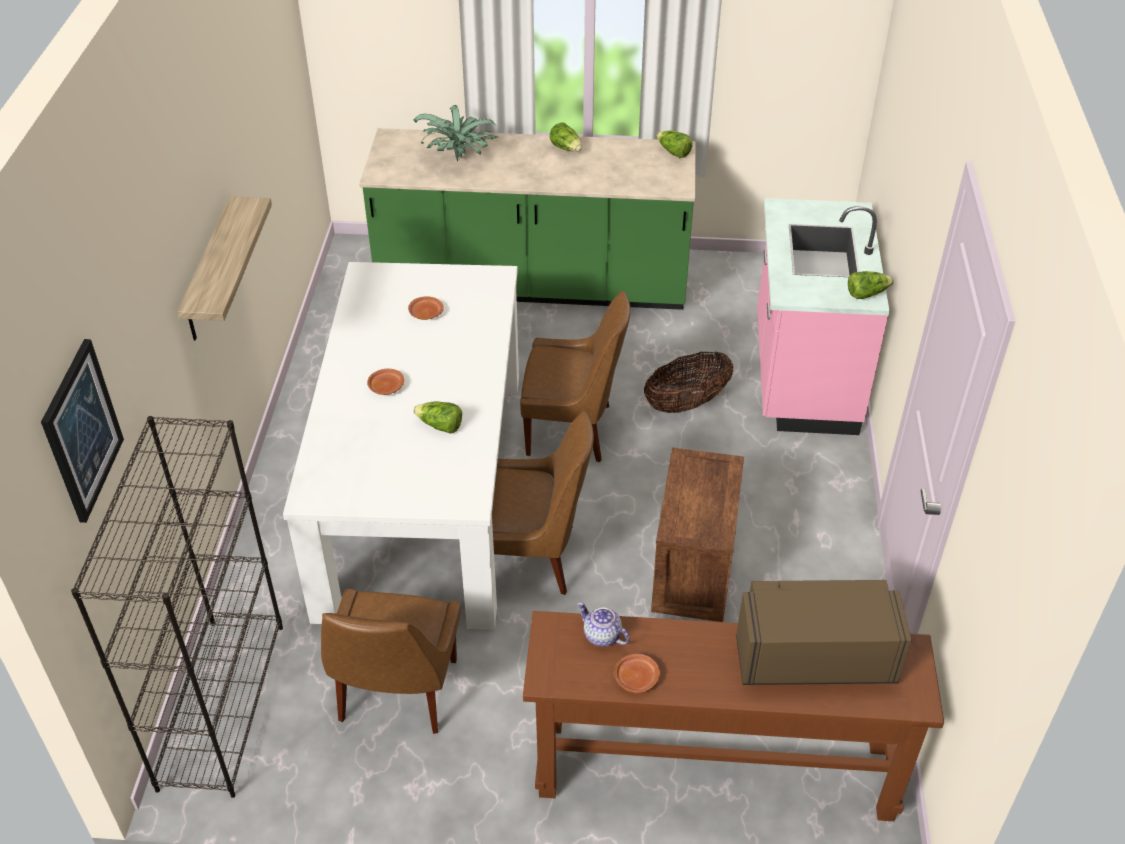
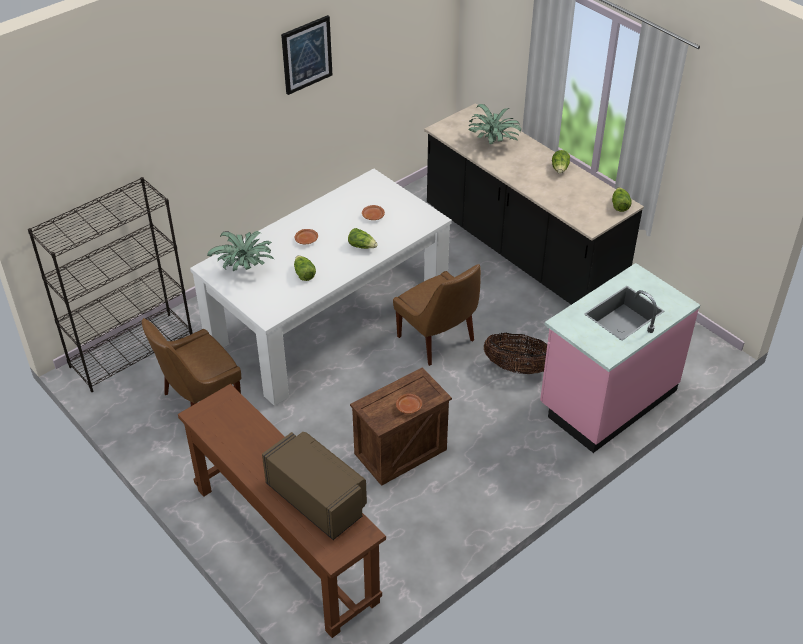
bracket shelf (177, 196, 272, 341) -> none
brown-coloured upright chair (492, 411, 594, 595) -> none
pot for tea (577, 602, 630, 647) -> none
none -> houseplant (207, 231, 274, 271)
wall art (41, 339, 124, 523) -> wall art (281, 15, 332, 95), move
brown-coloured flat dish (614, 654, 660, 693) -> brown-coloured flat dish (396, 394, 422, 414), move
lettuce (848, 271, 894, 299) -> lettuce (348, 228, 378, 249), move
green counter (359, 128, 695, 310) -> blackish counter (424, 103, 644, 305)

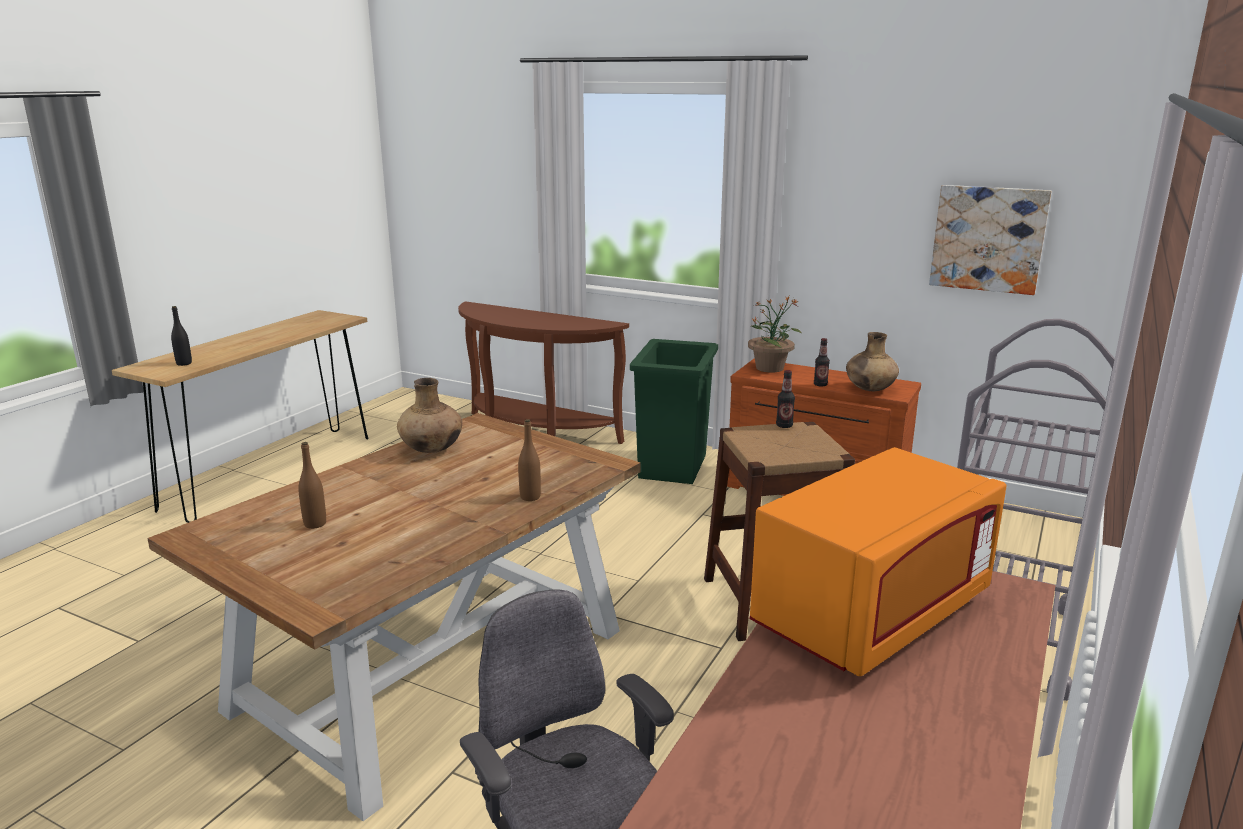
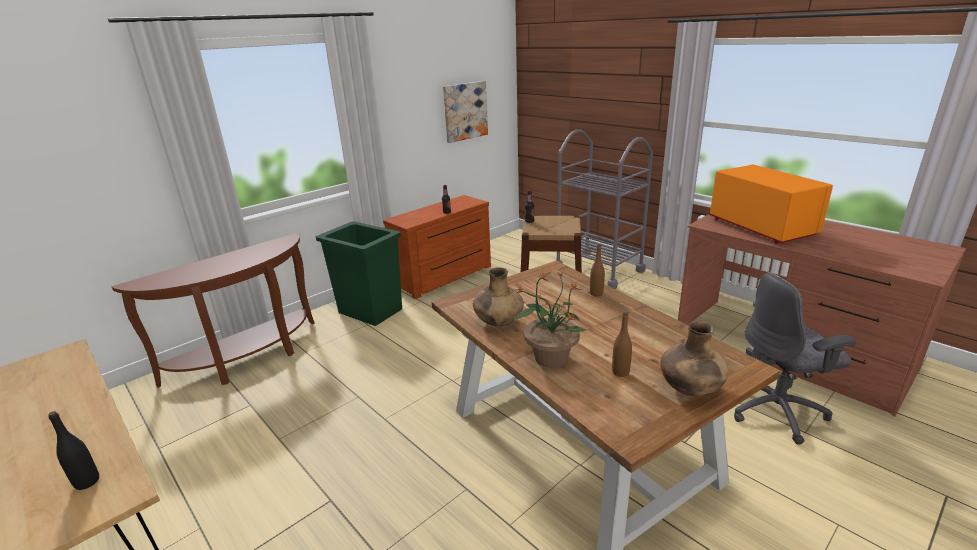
houseplant (748, 296, 802, 373) -> houseplant (513, 272, 586, 368), move
brown-coloured decorative vase (846, 332, 899, 391) -> brown-coloured decorative vase (661, 322, 729, 396), move

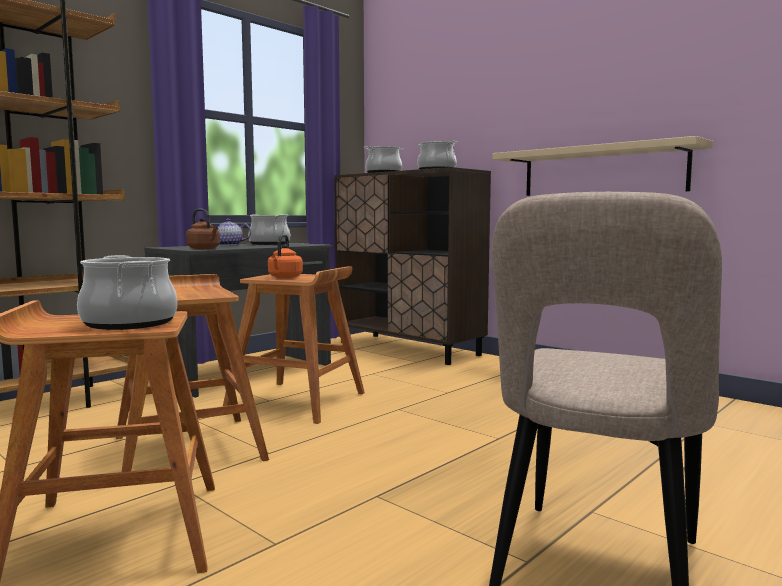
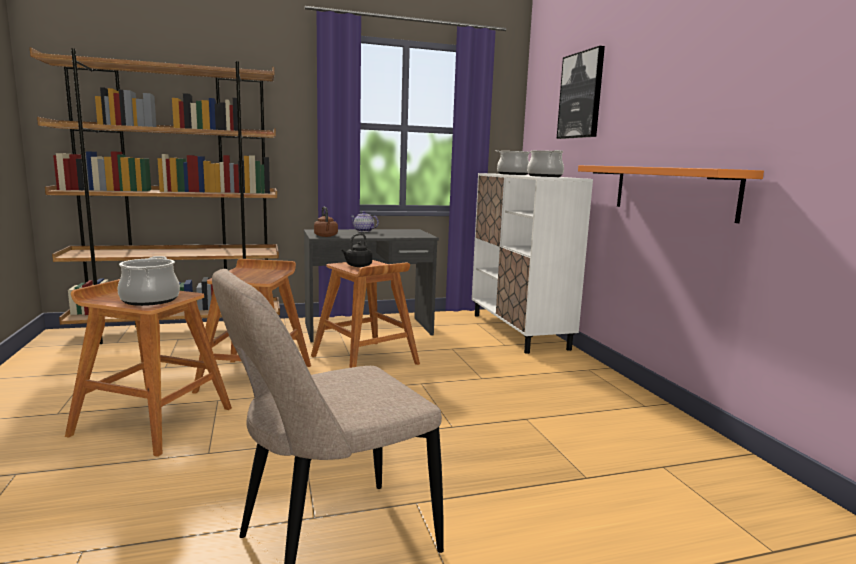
cooking pot (248, 214, 290, 245) -> none
none -> wall art (557, 46, 605, 139)
orange-coloured kettle (268, 235, 303, 278) -> blackish kettle (341, 233, 372, 267)
brown-coloured cupboard (334, 167, 491, 365) -> white-coloured cupboard (472, 173, 593, 354)
beige bracket shelf (492, 136, 713, 196) -> orange-coloured bracket shelf (578, 165, 764, 223)

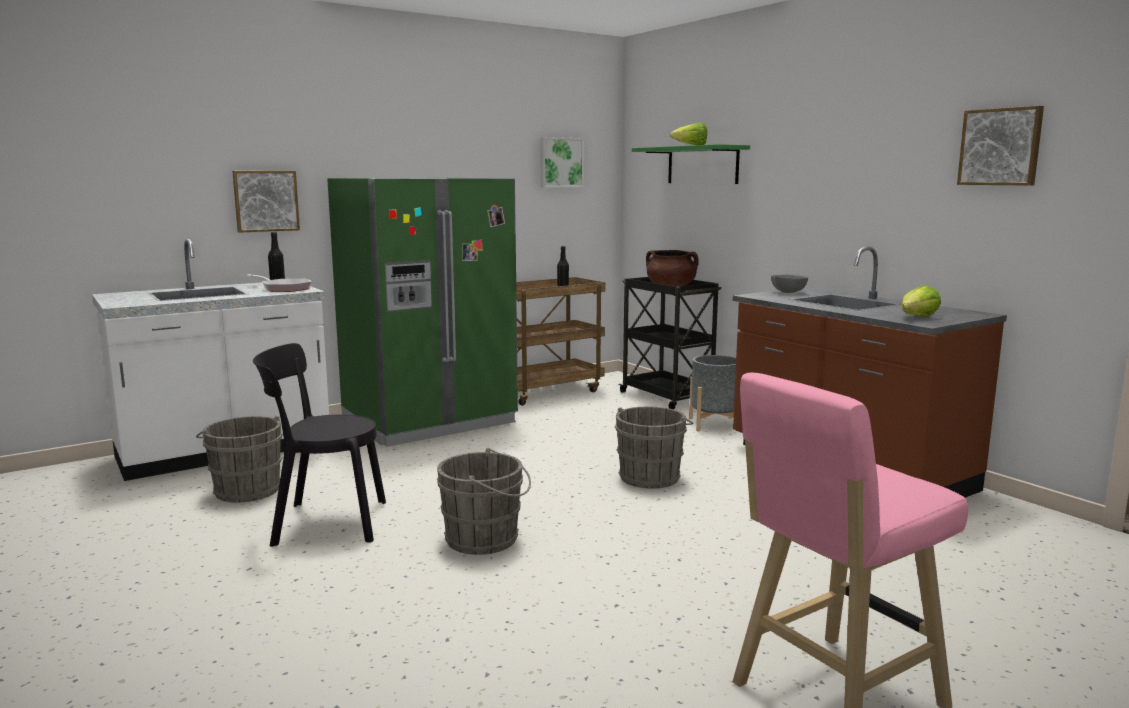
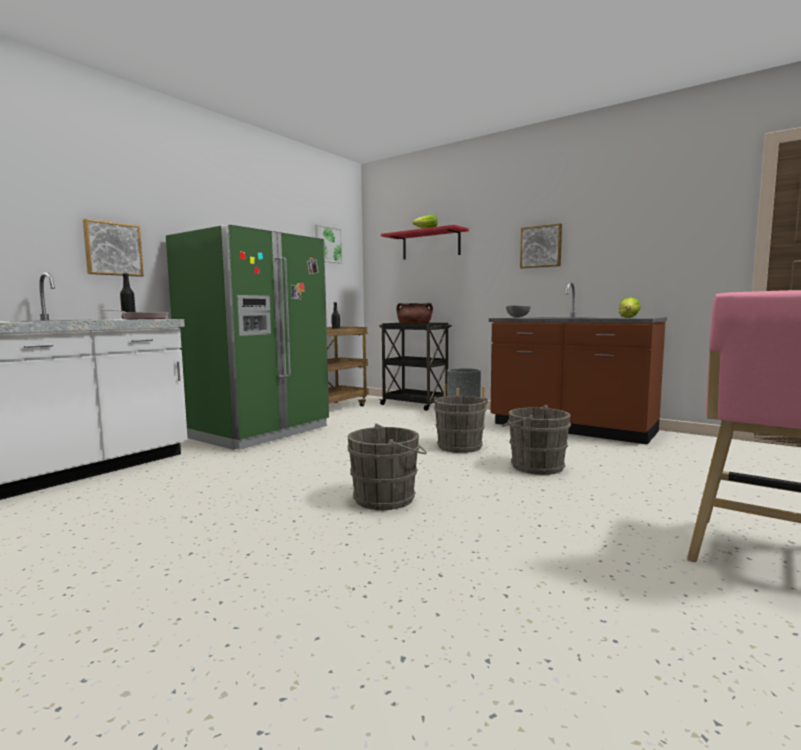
blackish upright chair (253, 343, 386, 547) -> none
greyish pail (196, 416, 283, 503) -> greyish pail (502, 405, 571, 475), move
wall art (957, 106, 1044, 186) -> wall art (520, 224, 562, 268), move
green bracket shelf (632, 144, 750, 184) -> red bracket shelf (381, 225, 469, 260)

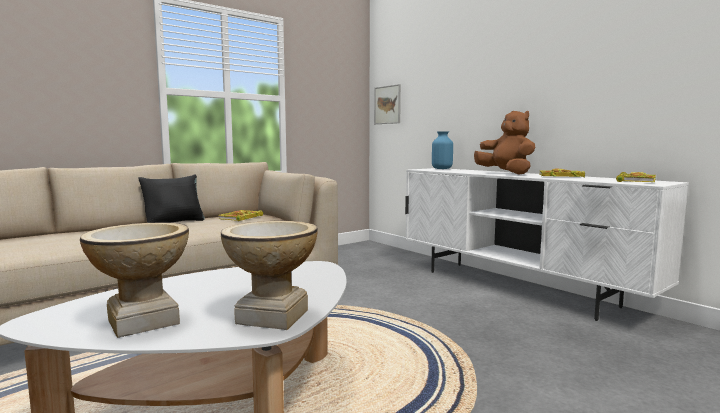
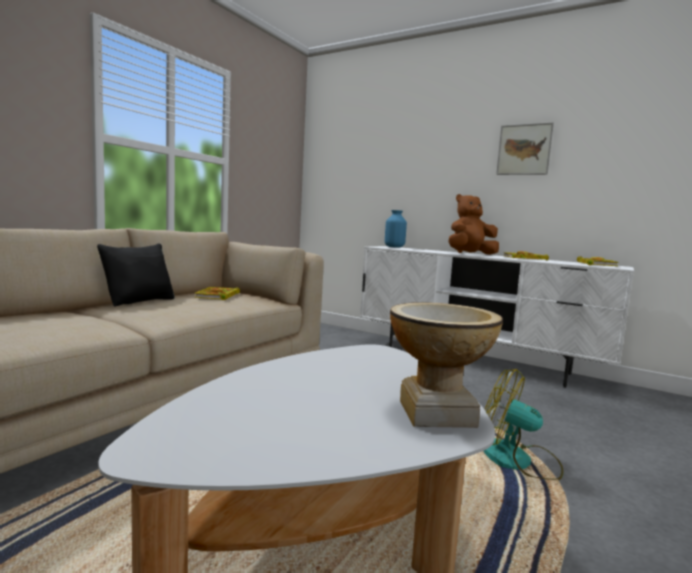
decorative vase (80, 223, 189, 338) -> none
none -> electric fan (483, 369, 564, 480)
wall art (374, 84, 401, 124) -> wall art (496, 122, 554, 175), move
brown-coloured plush toy (474, 111, 535, 175) -> brown-coloured plush toy (448, 194, 499, 255), 60 degrees counterclockwise

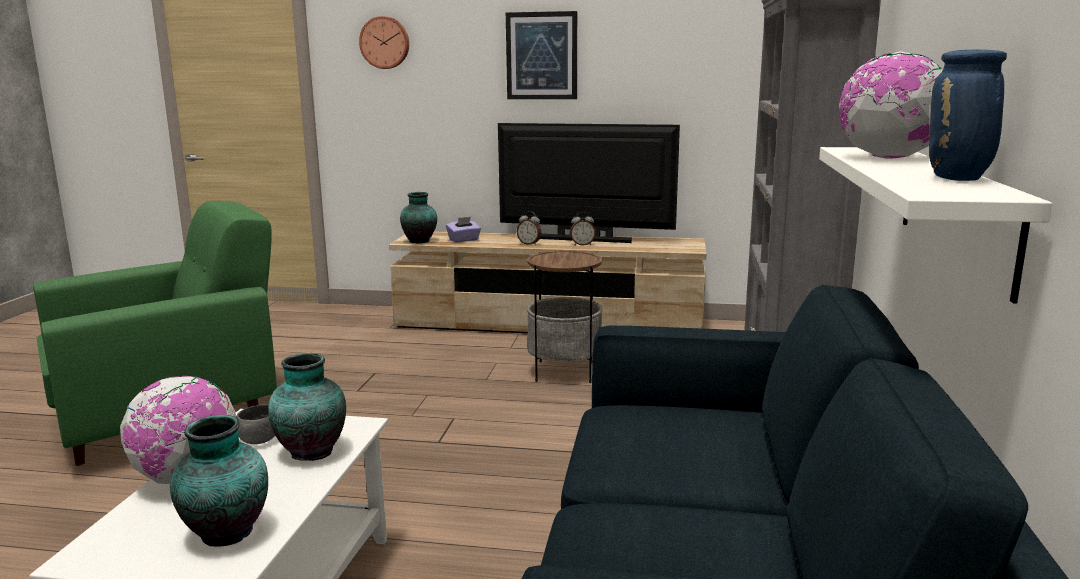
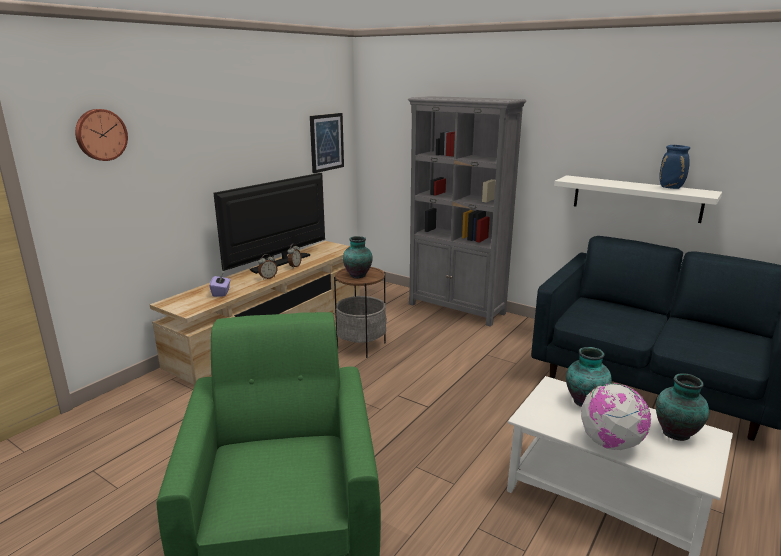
greyish bowl (236, 404, 275, 444) -> none
desk globe (839, 51, 943, 159) -> none
decorative vase (400, 192, 437, 243) -> decorative vase (343, 236, 373, 278), move
wall art (506, 11, 577, 99) -> wall art (310, 113, 344, 173), move

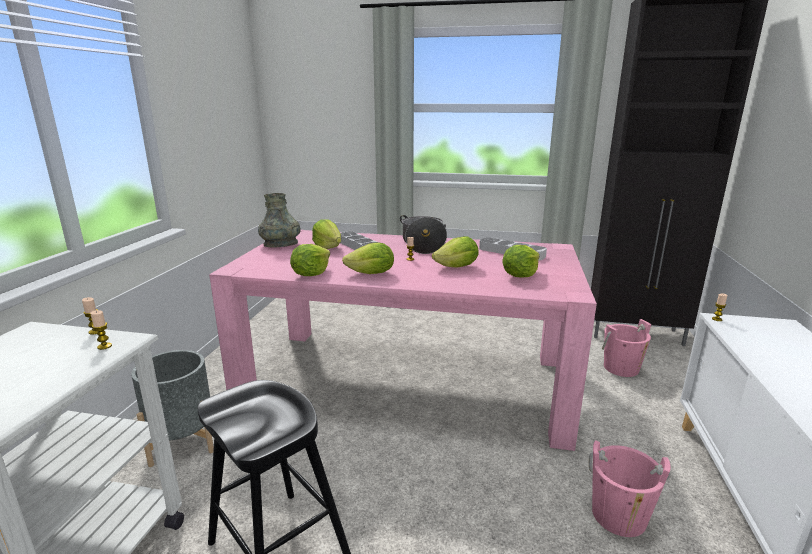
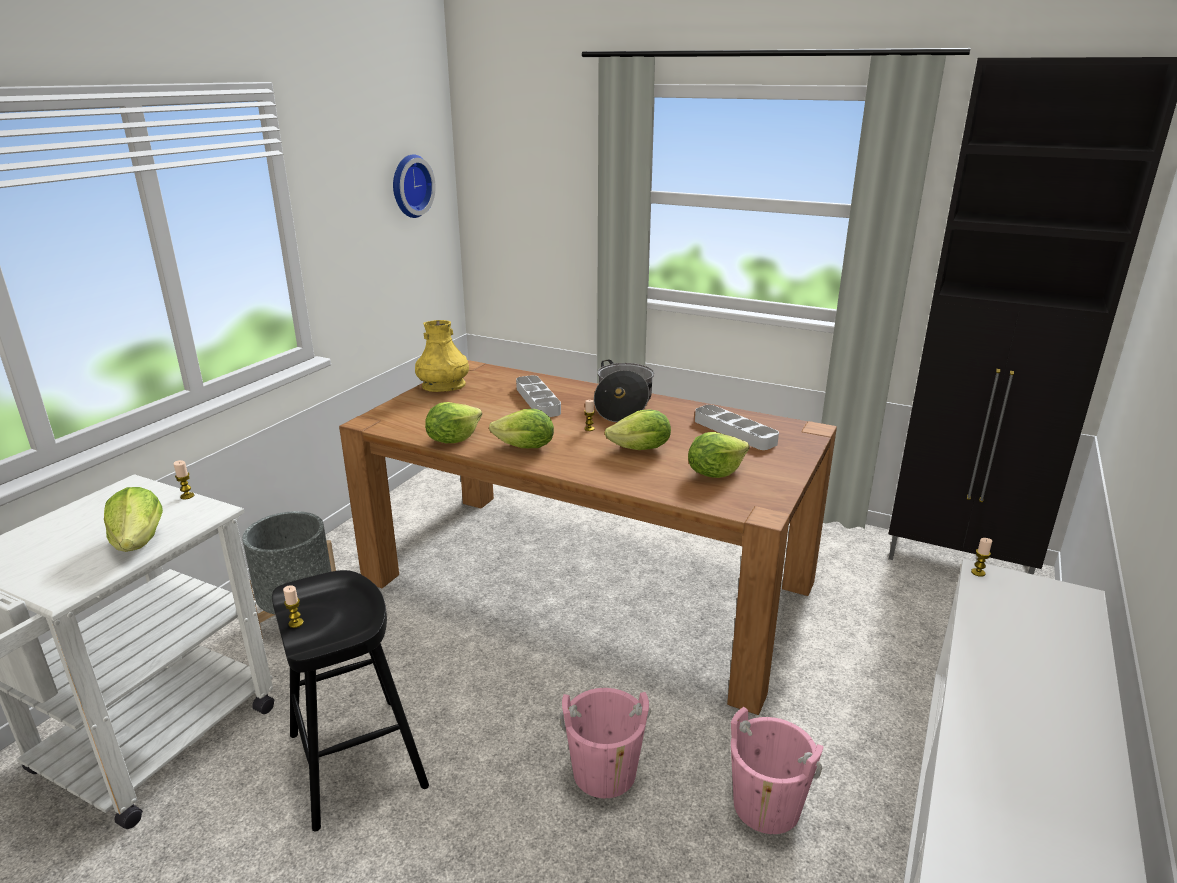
none -> hanging clock (393, 154, 435, 218)
wax candle (90, 310, 112, 350) -> wax candle (283, 585, 304, 628), move
lettuce (312, 219, 341, 249) -> lettuce (104, 487, 163, 552), move
pink pail (602, 319, 651, 377) -> pink pail (559, 688, 651, 798), move
pink dinner table (209, 230, 597, 451) -> brown-coloured dinner table (339, 360, 837, 715)
greyish decorative vase (258, 193, 301, 248) -> yellow-coloured decorative vase (415, 320, 469, 392)

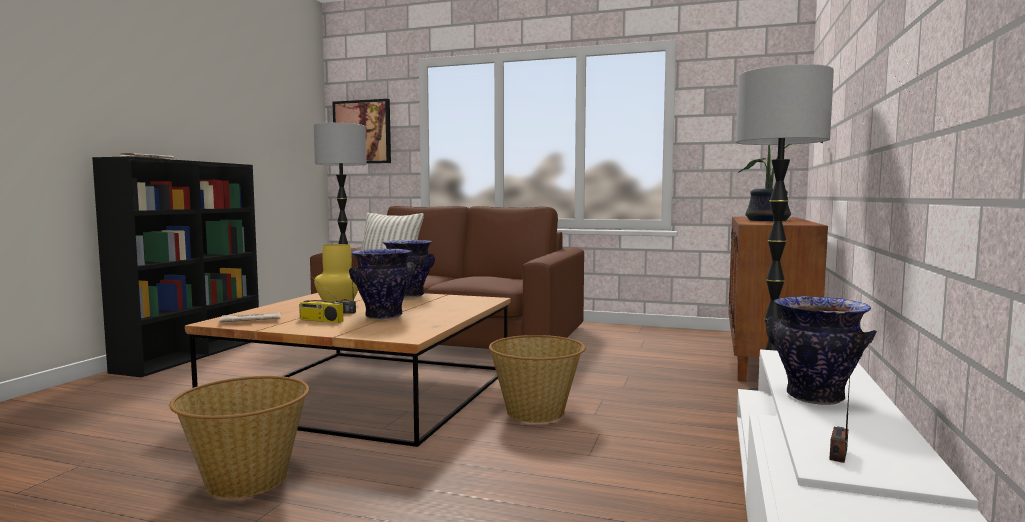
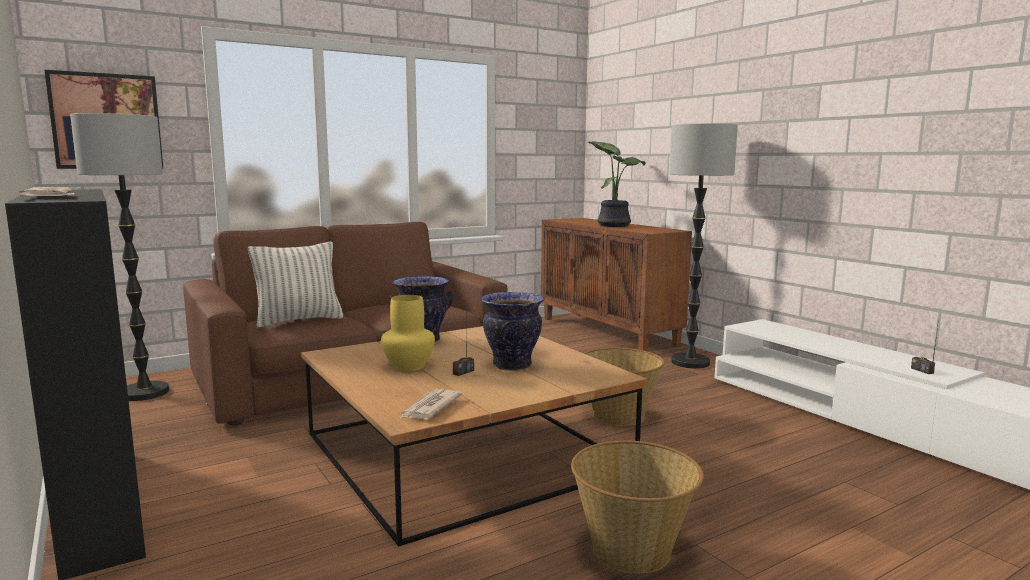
radio (299, 275, 343, 323) -> none
decorative vase (766, 296, 877, 405) -> none

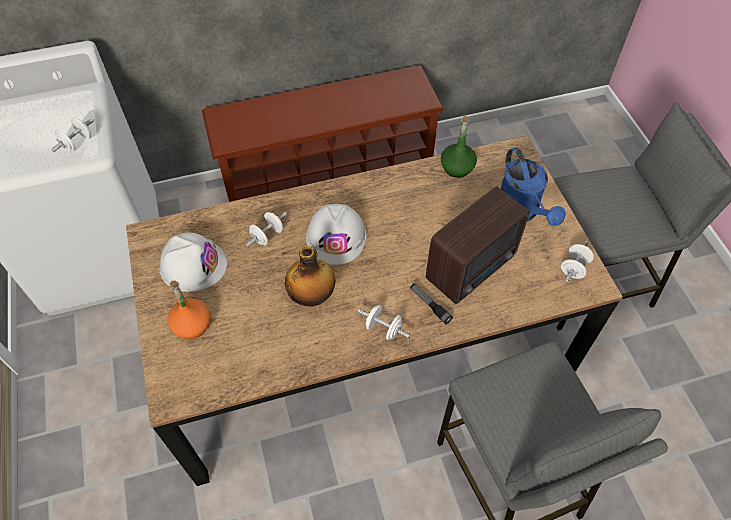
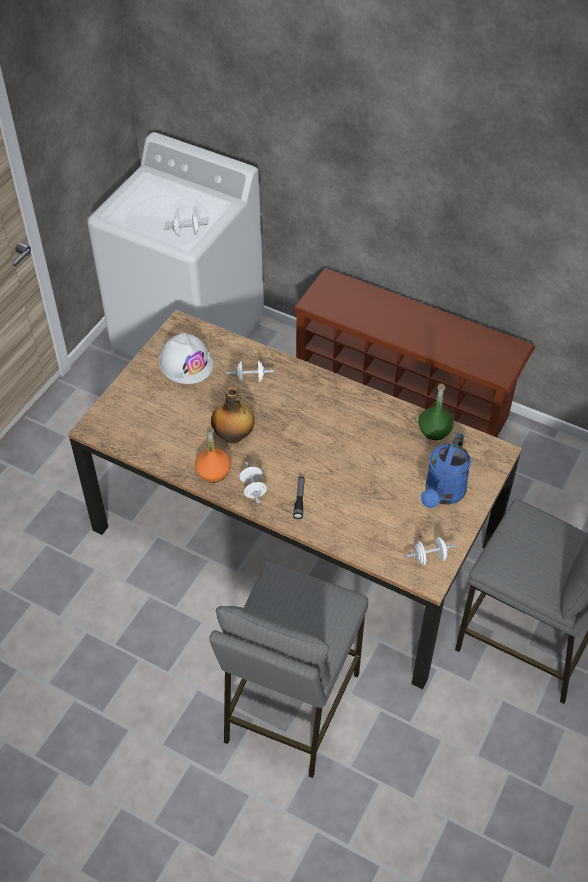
white-coloured safety helmet (306, 204, 367, 265) -> none
radio (426, 186, 530, 304) -> none
orange-coloured bottle (168, 281, 211, 339) -> orange-coloured bottle (195, 426, 231, 483), move

